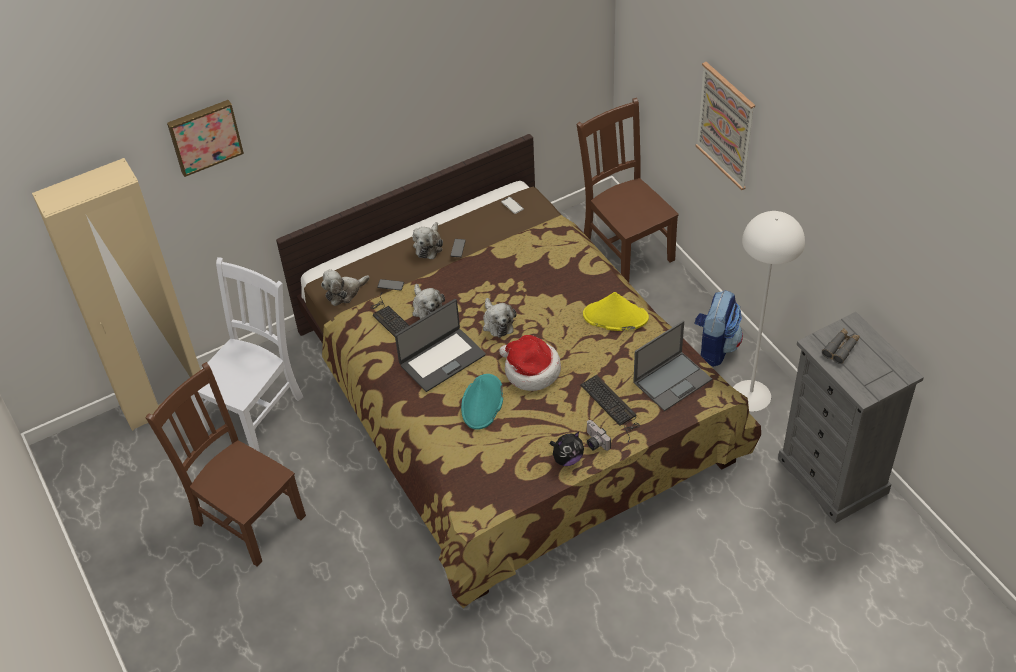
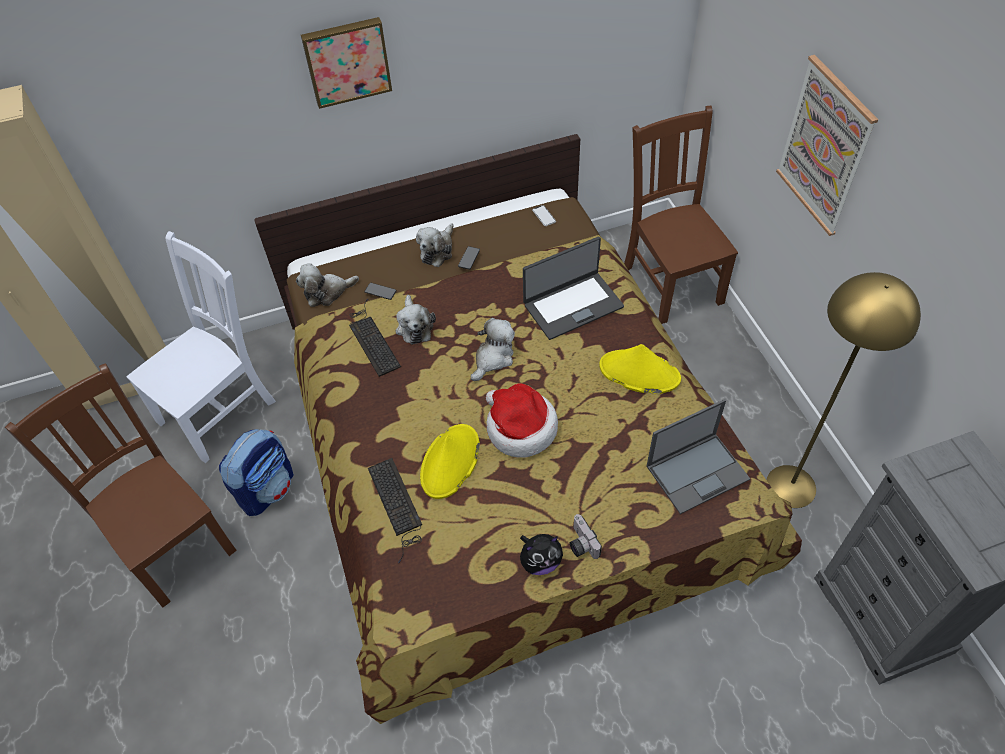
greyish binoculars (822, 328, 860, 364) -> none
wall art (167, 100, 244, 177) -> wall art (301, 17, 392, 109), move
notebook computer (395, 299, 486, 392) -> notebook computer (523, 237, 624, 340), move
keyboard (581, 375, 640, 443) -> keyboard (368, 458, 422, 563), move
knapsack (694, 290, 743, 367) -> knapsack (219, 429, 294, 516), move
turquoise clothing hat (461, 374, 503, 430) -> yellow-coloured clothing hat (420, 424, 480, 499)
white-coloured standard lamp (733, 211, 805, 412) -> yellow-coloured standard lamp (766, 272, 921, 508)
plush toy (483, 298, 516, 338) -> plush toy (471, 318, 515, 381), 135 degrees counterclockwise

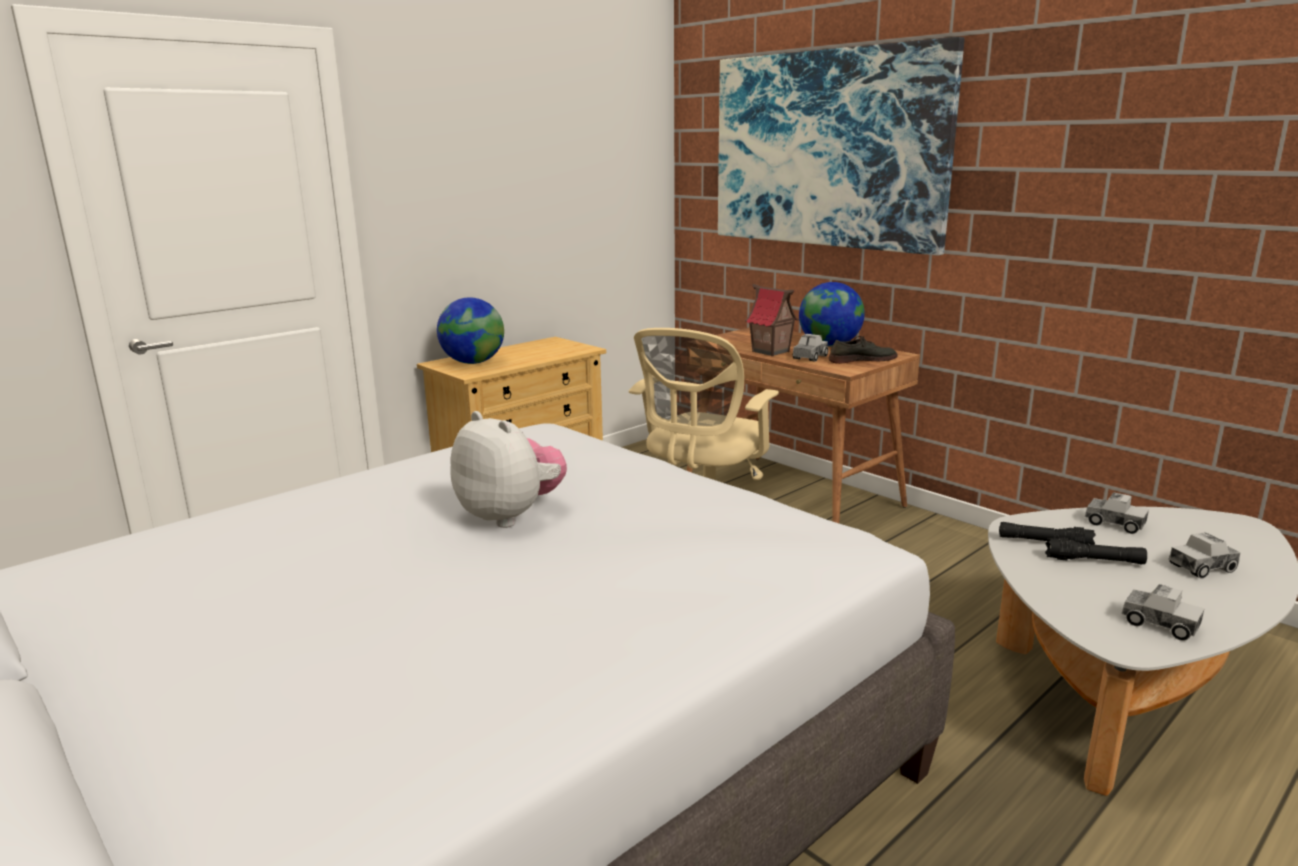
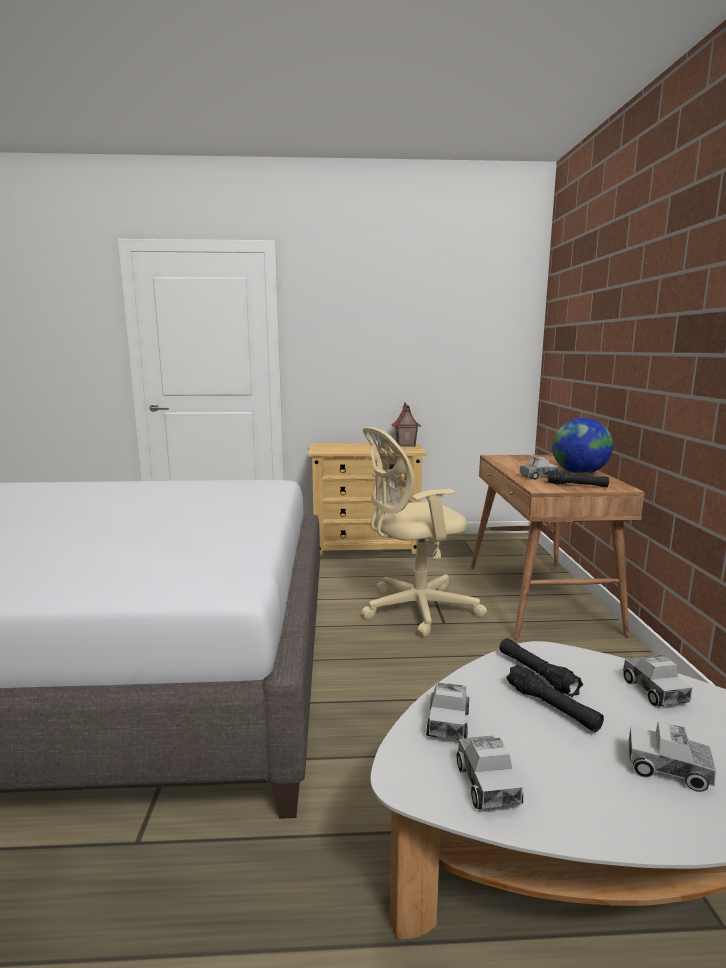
desk globe (437, 297, 504, 364) -> none
plush toy (450, 411, 567, 528) -> none
wall art (718, 37, 965, 256) -> none
none -> toy truck (426, 682, 469, 740)
model house (745, 284, 799, 356) -> model house (392, 402, 422, 447), move
greyish low shoe (828, 336, 898, 364) -> blackish hand torch (547, 470, 609, 487)

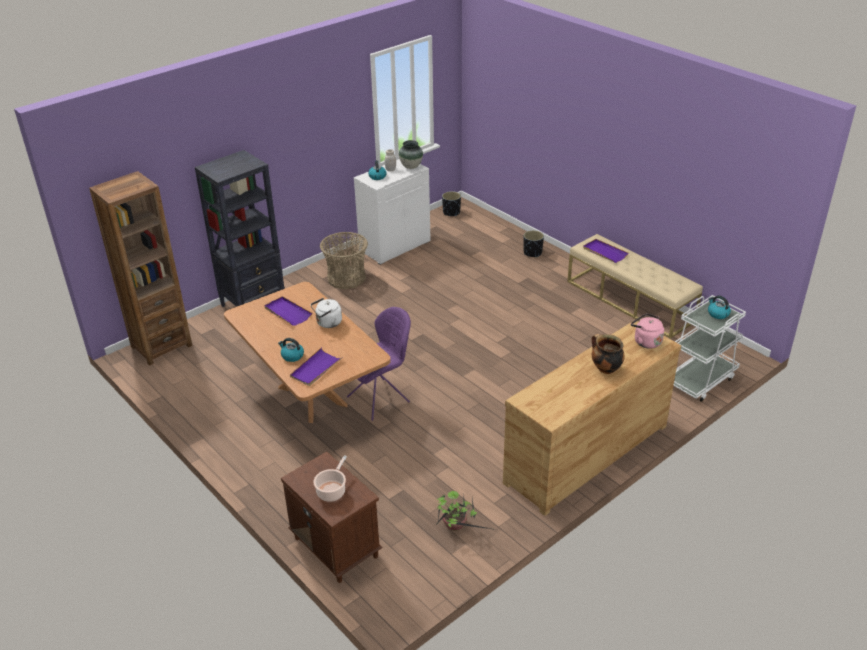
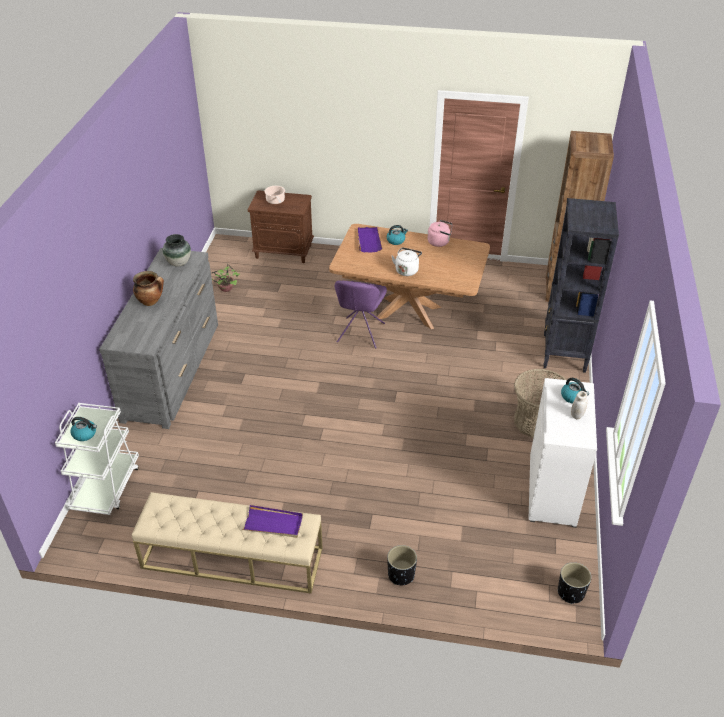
purplish serving tray (264, 296, 312, 326) -> none
decorative vase (399, 140, 423, 169) -> decorative vase (163, 234, 191, 266), move
pink kettle (631, 313, 664, 349) -> pink kettle (427, 220, 453, 247), move
brown-coloured chest of drawers (503, 321, 681, 516) -> greyish chest of drawers (99, 248, 218, 429)

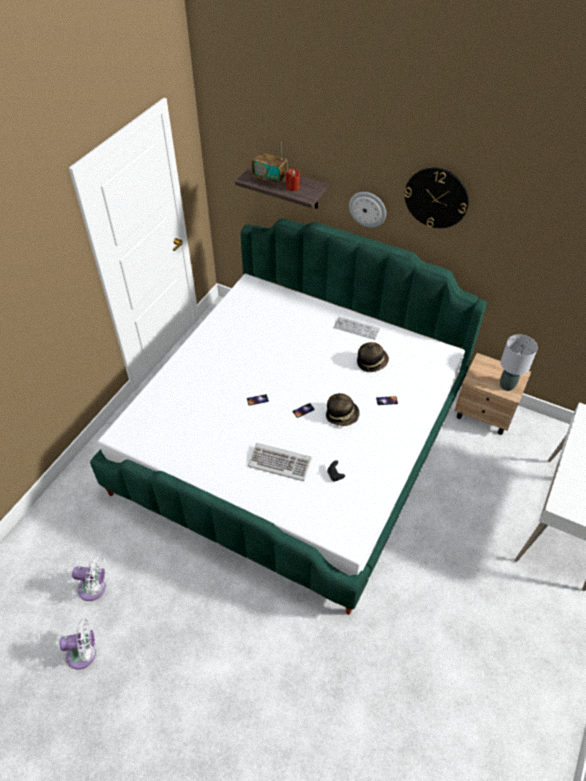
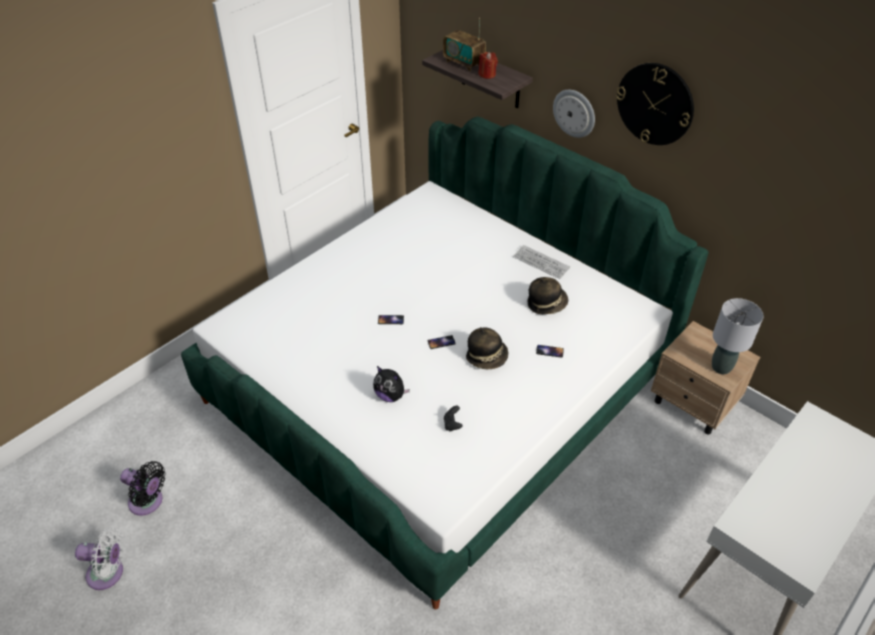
keyboard (248, 443, 312, 481) -> plush toy (373, 366, 410, 402)
white-coloured electric fan (72, 556, 107, 601) -> blackish electric fan (120, 461, 165, 516)

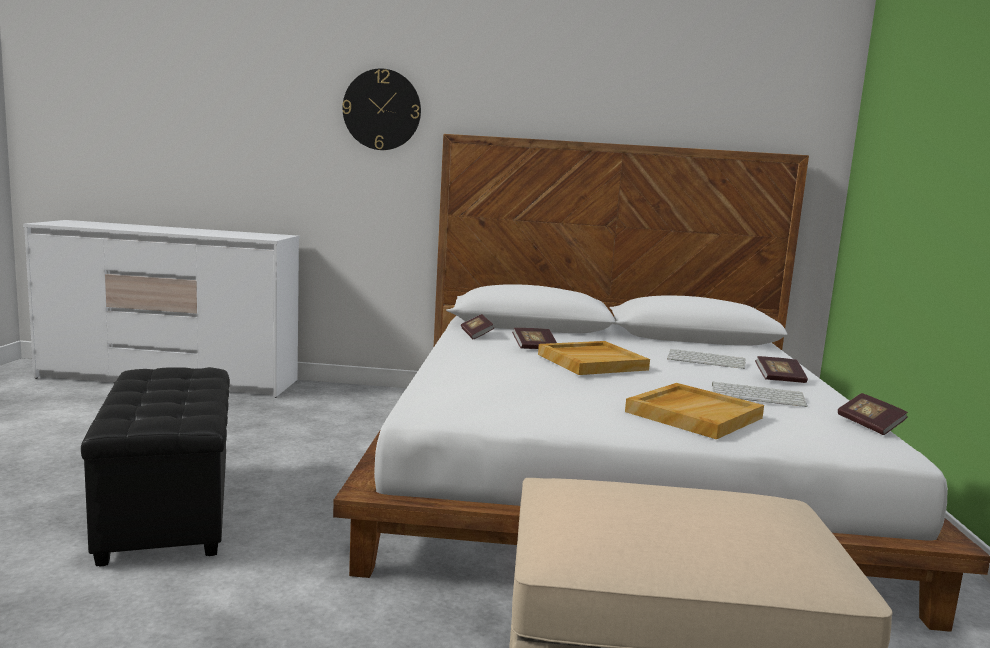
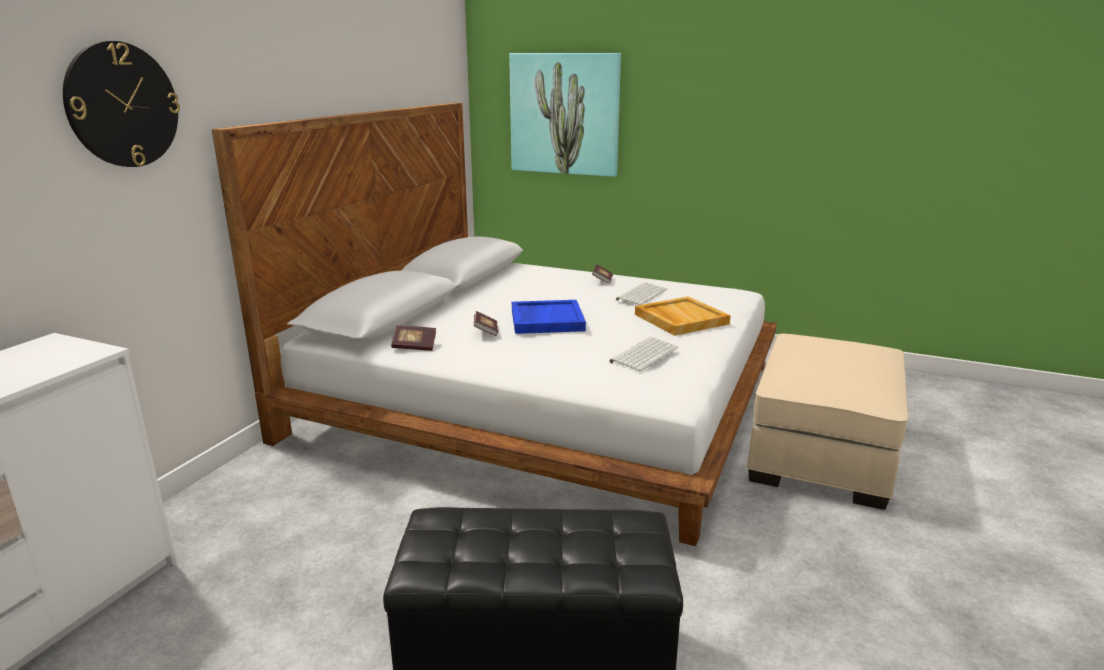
book (838, 393, 908, 435) -> none
none -> wall art (509, 53, 621, 177)
keyboard (667, 349, 746, 369) -> keyboard (609, 337, 678, 371), move
beige serving tray (538, 341, 650, 375) -> blue serving tray (512, 300, 586, 334)

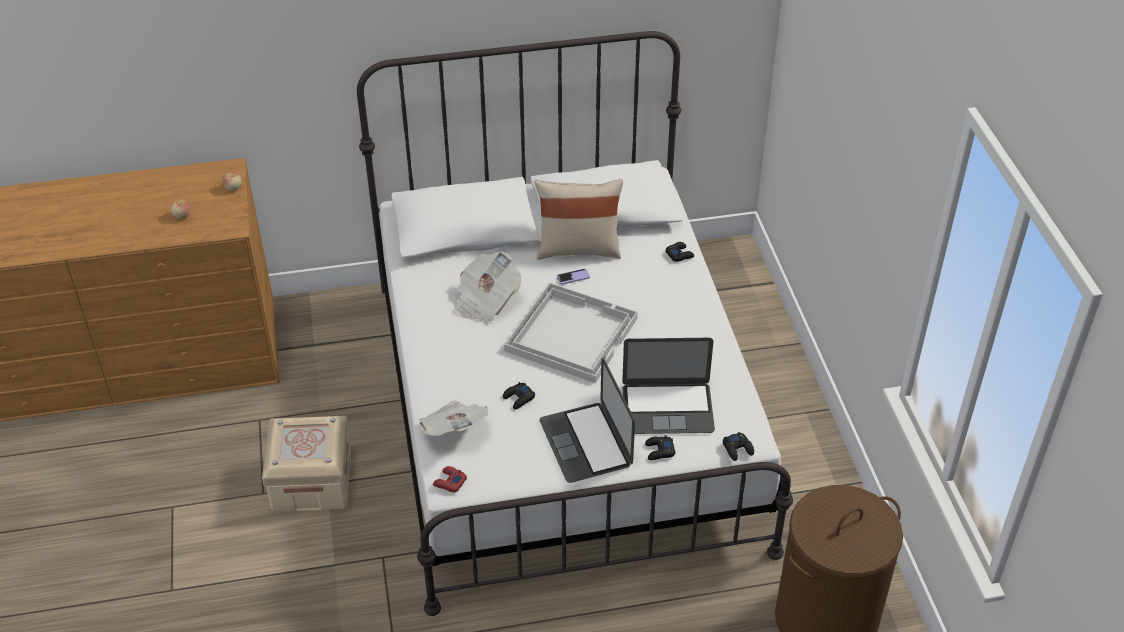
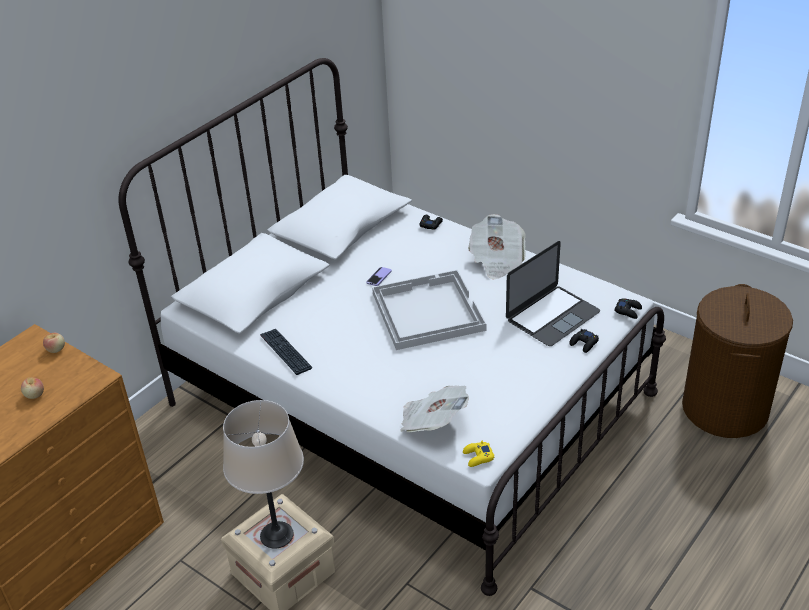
blackish joypad (503, 382, 535, 410) -> none
beige pillow (534, 179, 623, 260) -> none
notebook computer (540, 358, 635, 483) -> none
none -> beige lamp for a table (223, 400, 304, 548)
none -> keyboard (260, 329, 312, 375)
newspaper (454, 252, 521, 322) -> newspaper (468, 214, 526, 280), move
red joypad (433, 466, 467, 492) -> yellow-coloured joypad (463, 441, 495, 467)

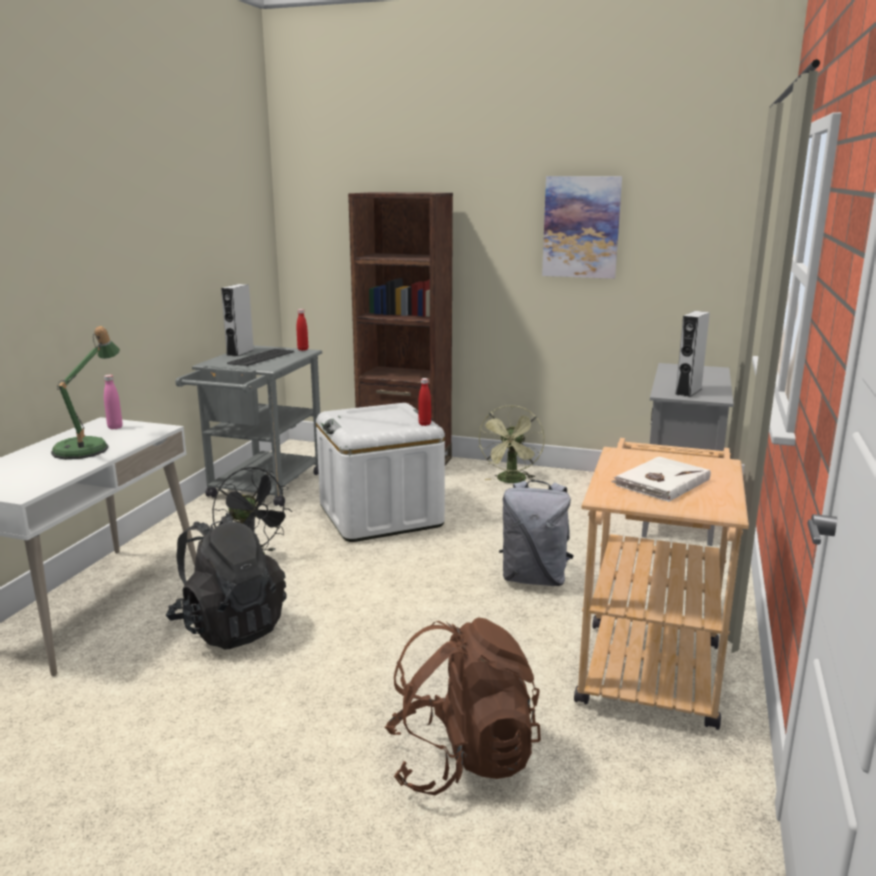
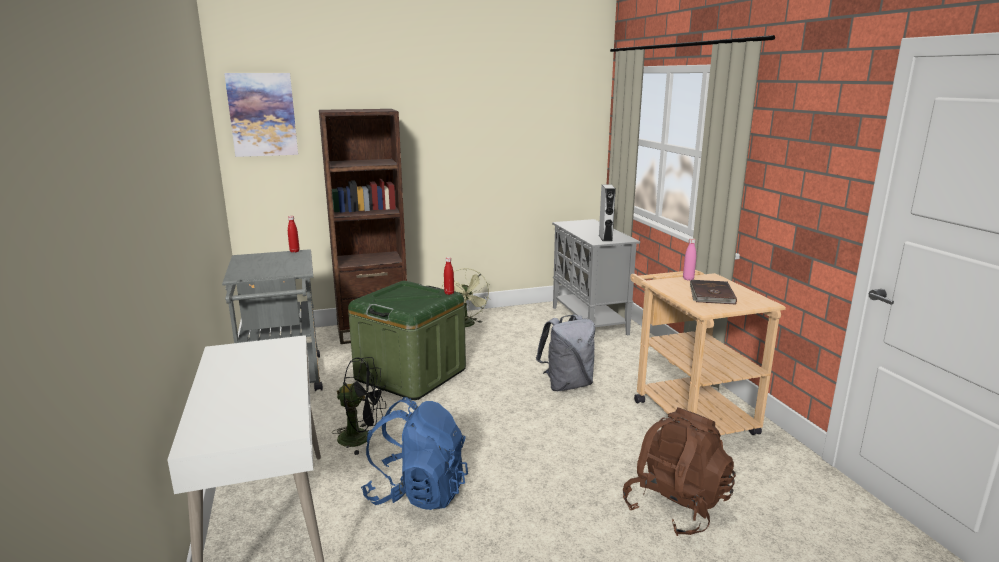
lamp for a table (51, 326, 120, 460) -> none
greyish speaker (221, 284, 254, 357) -> none
keyboard (227, 349, 294, 366) -> none
pink bottle (104, 375, 123, 429) -> pink bottle (683, 238, 696, 281), move
wall art (542, 176, 622, 279) -> wall art (224, 73, 298, 157), move
blackish knapsack (166, 513, 287, 650) -> blue knapsack (361, 397, 468, 510)
white-coloured storage container (316, 403, 445, 542) -> green storage container (348, 281, 466, 400)
white-coloured book (611, 457, 711, 502) -> brown-coloured book (690, 280, 737, 305)

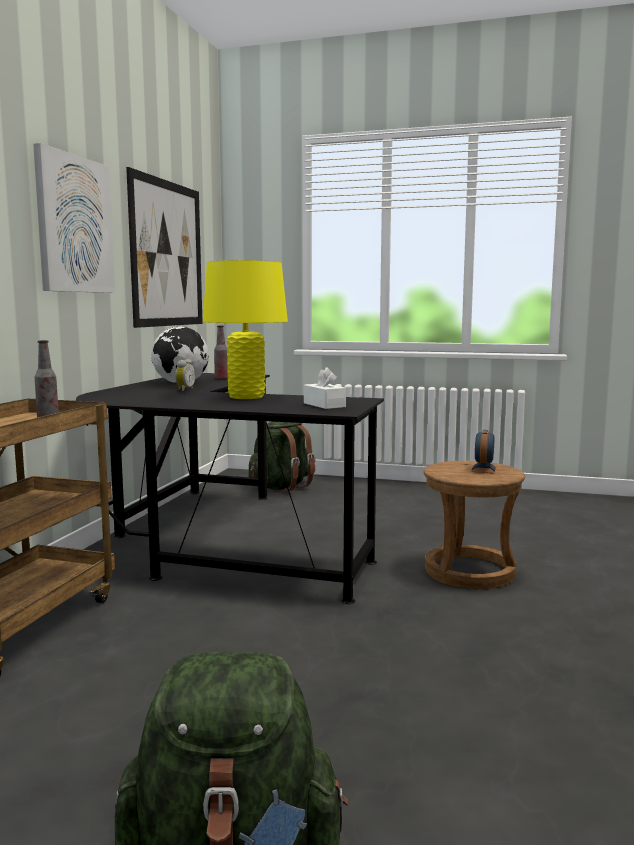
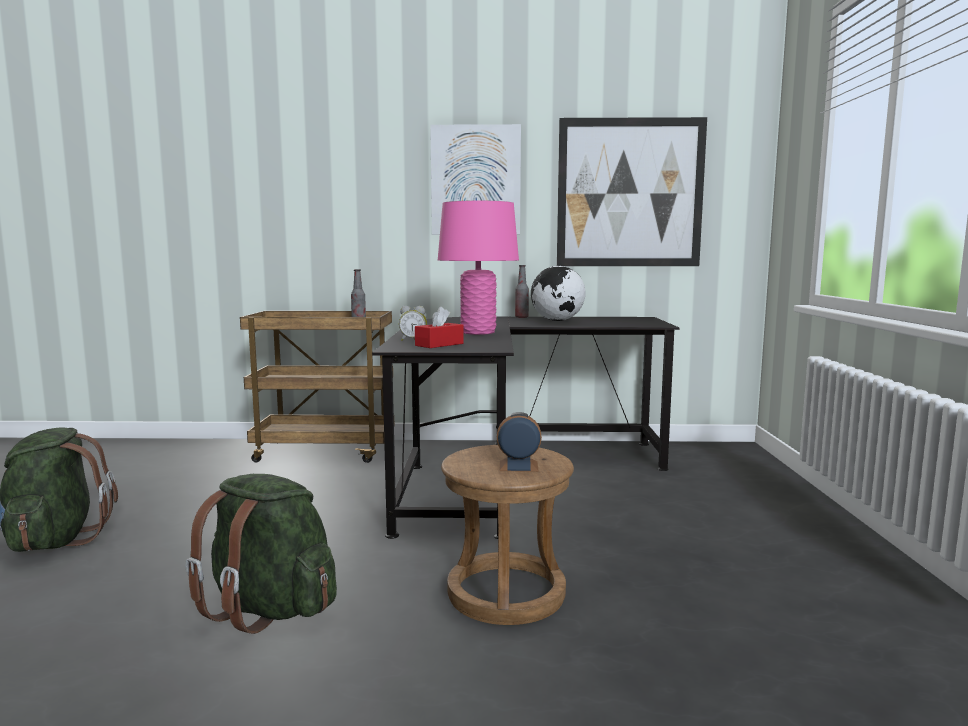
alarm clock (175, 359, 196, 391) -> alarm clock (399, 306, 427, 341), move
bottle (214, 325, 228, 380) -> bottle (515, 265, 529, 318), move
green knapsack (249, 422, 315, 492) -> green knapsack (185, 474, 337, 634), move
yellow-coloured lamp for a table (203, 260, 288, 399) -> pink lamp for a table (438, 200, 519, 335)
white-coloured box of tissues (304, 367, 346, 409) -> red box of tissues (415, 306, 464, 348)

